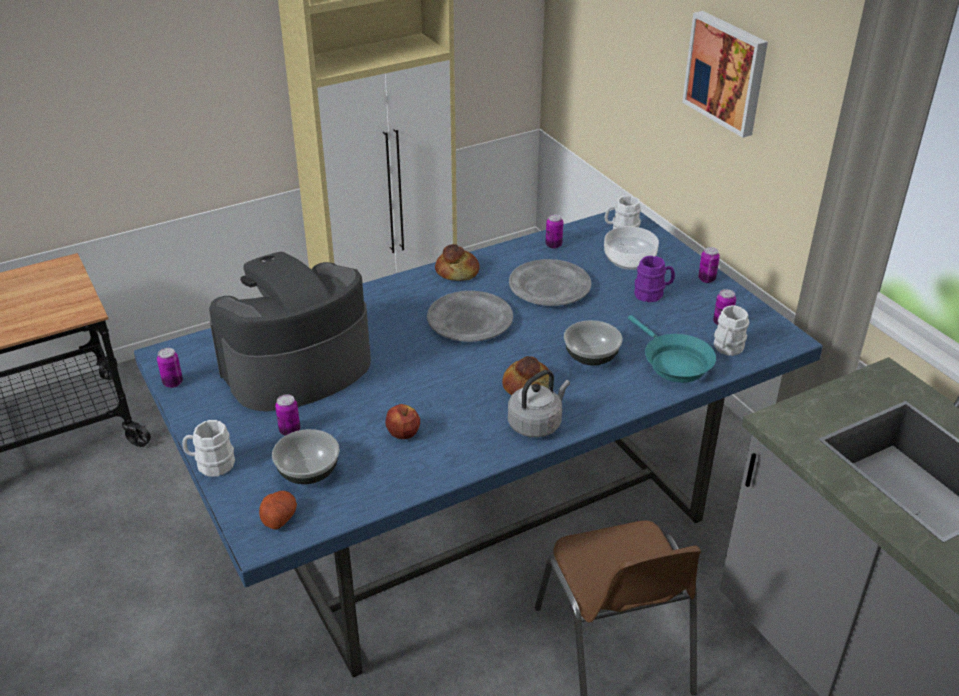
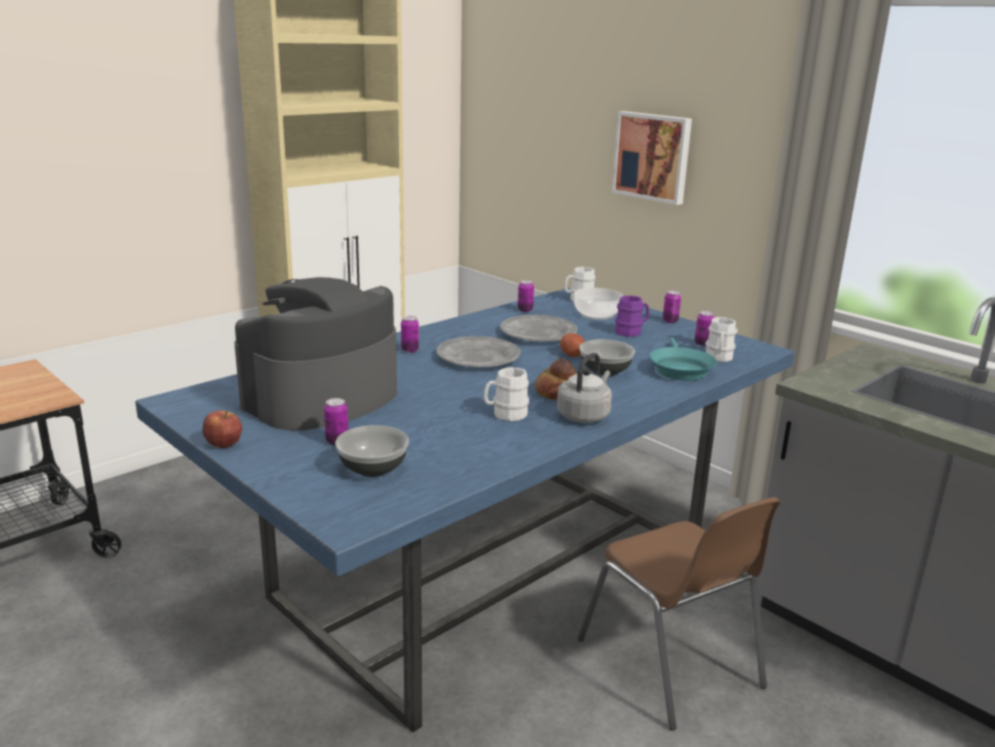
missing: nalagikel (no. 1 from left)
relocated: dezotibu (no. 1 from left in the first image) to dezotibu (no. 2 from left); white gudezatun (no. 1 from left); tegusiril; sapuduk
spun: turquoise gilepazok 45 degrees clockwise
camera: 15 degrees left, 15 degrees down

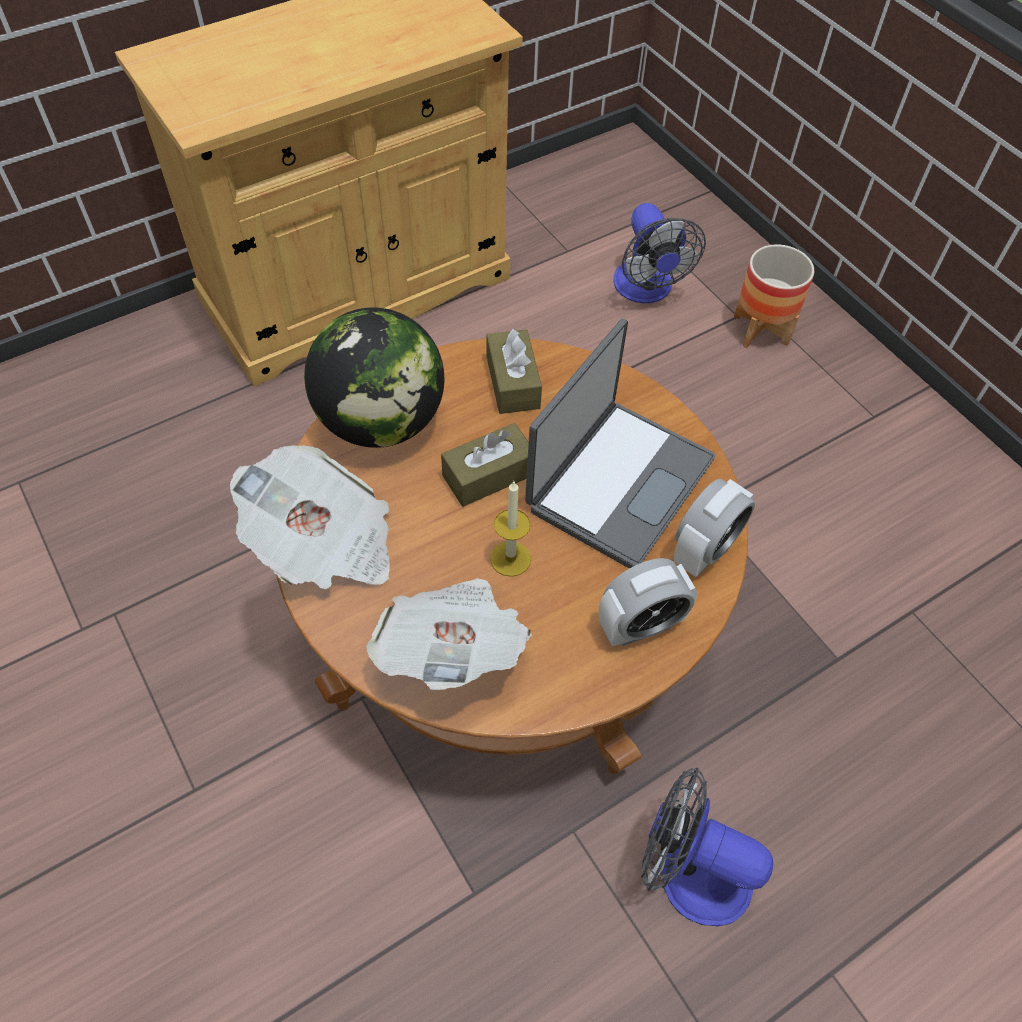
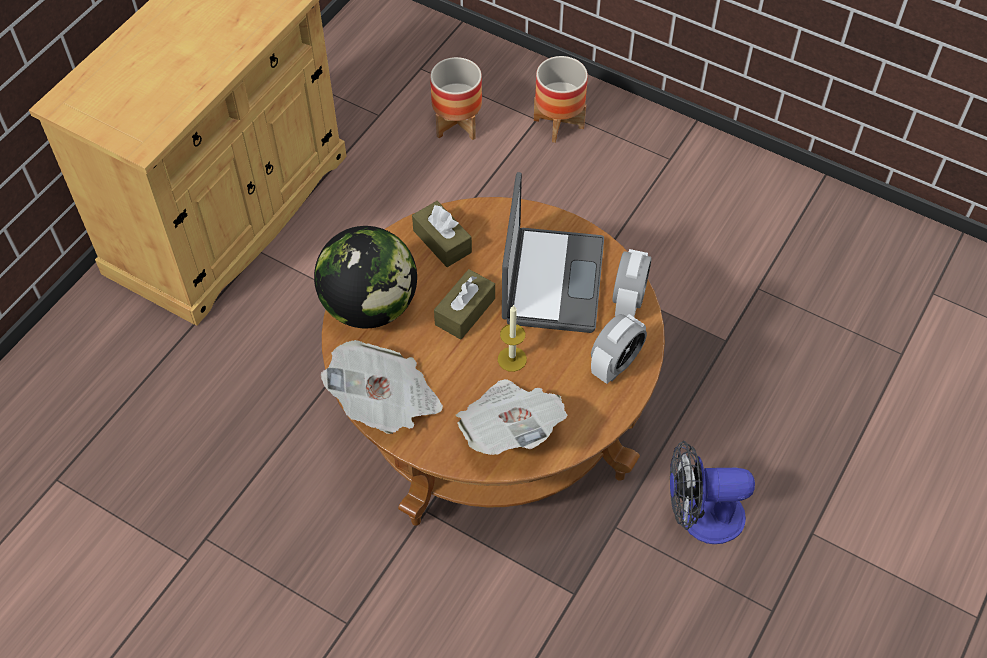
exchanged: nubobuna (no. 1 from left) to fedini (no. 1 from left)
camera: 25 degrees left, 0 degrees up

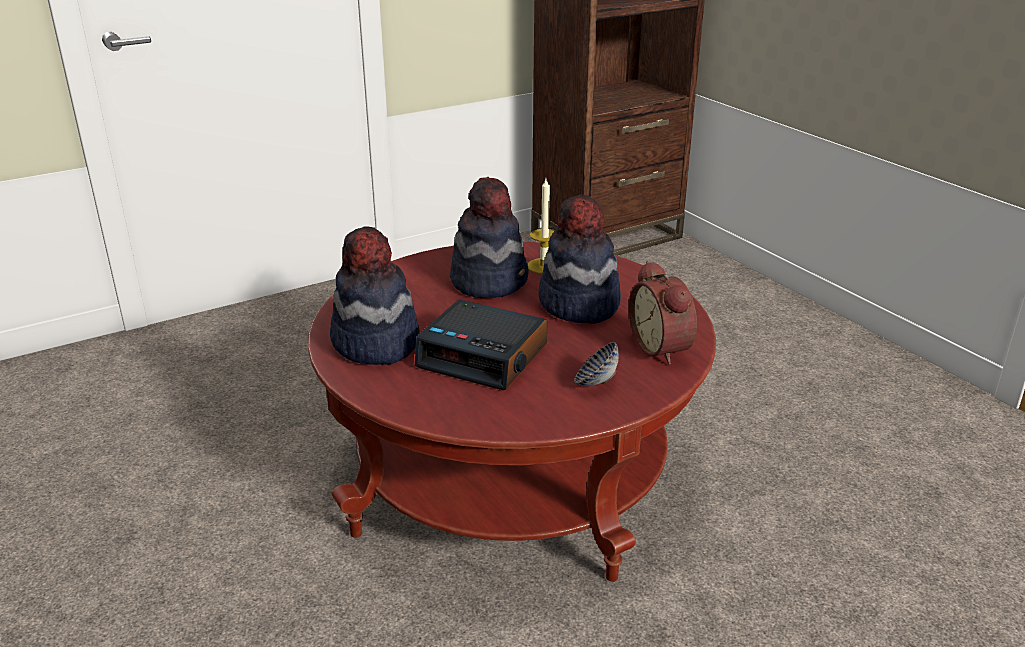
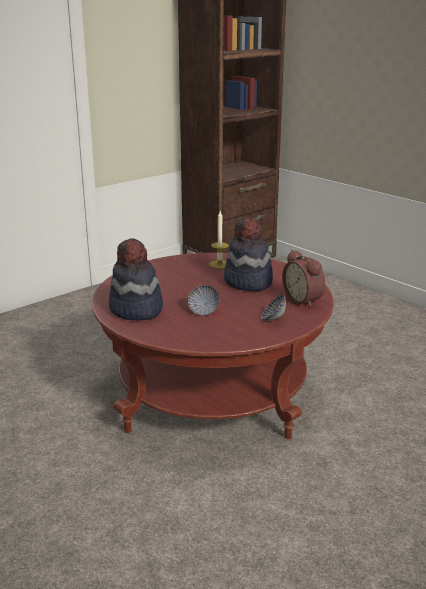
missing: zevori (no. 2 from left)
exchanged: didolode (no. 1 from left) to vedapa (no. 1 from left)
camera: 10 degrees left, 5 degrees down

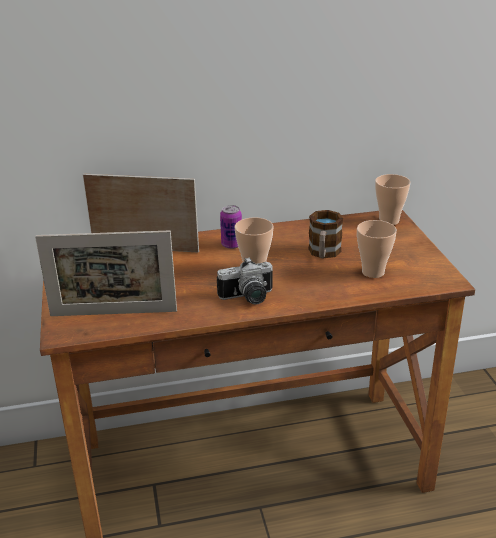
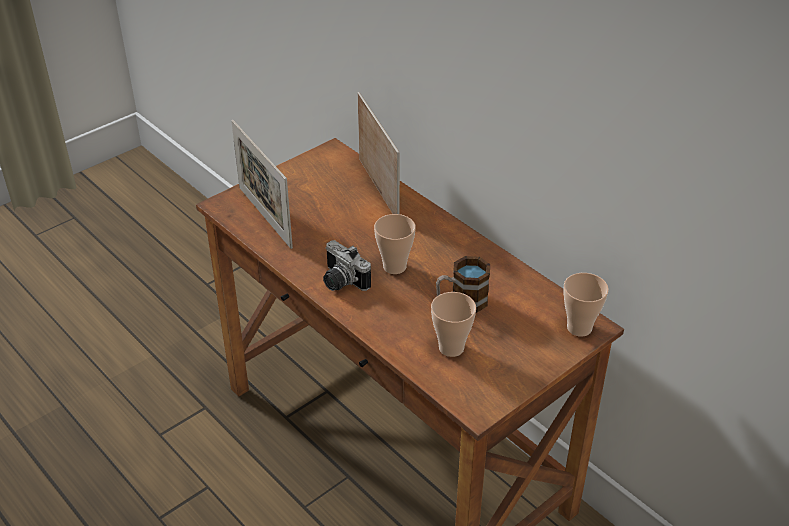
missing: dezotibu
camera: 60 degrees right, 10 degrees up

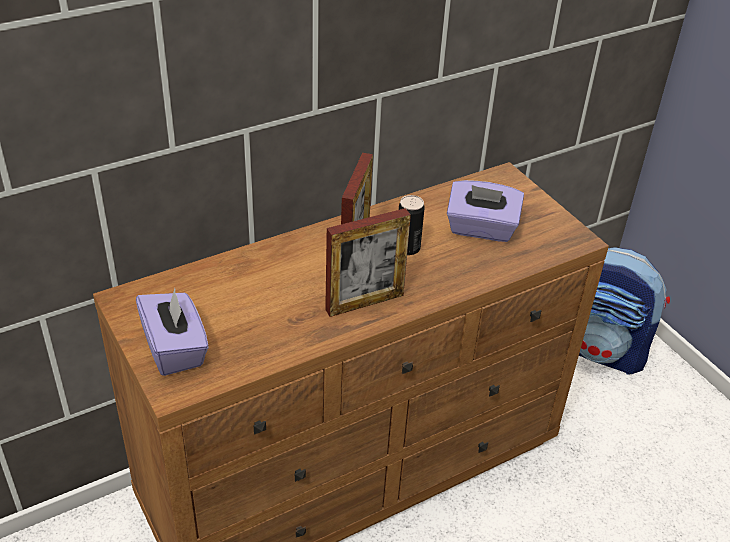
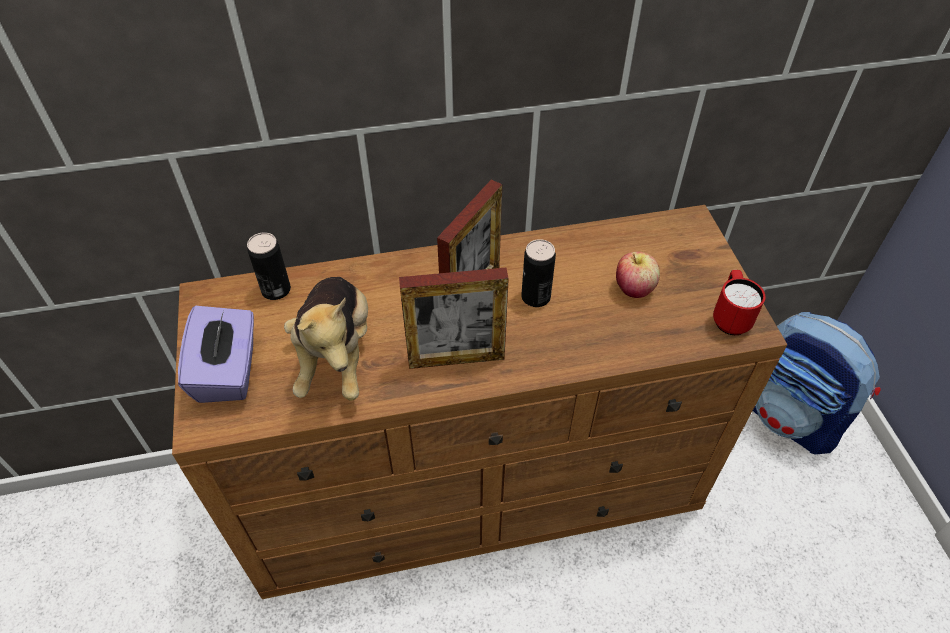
appeared: dezotibu (no. 1 from left); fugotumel; red gudezatun
exchanged: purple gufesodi (no. 2 from left) to sapuduk
camera: 20 degrees right, 10 degrees up

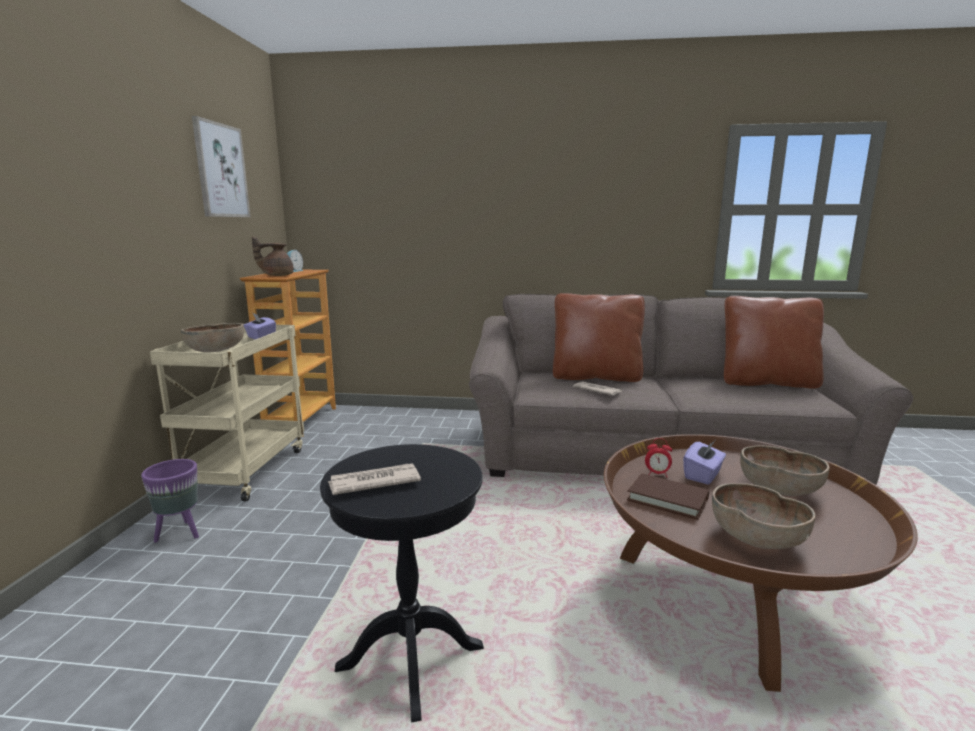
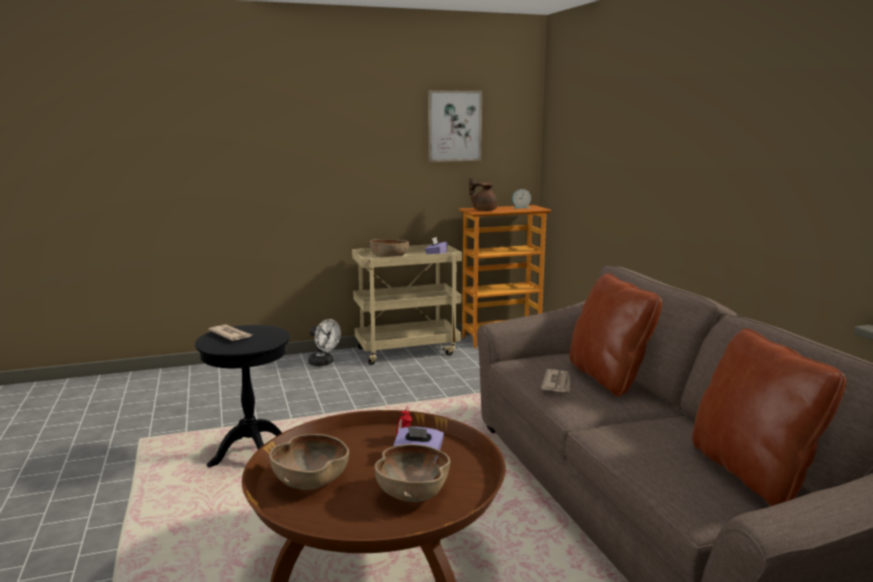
missing: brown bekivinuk
exchanged: purple fedini to white nubobuna
camera: 65 degrees right, 0 degrees up

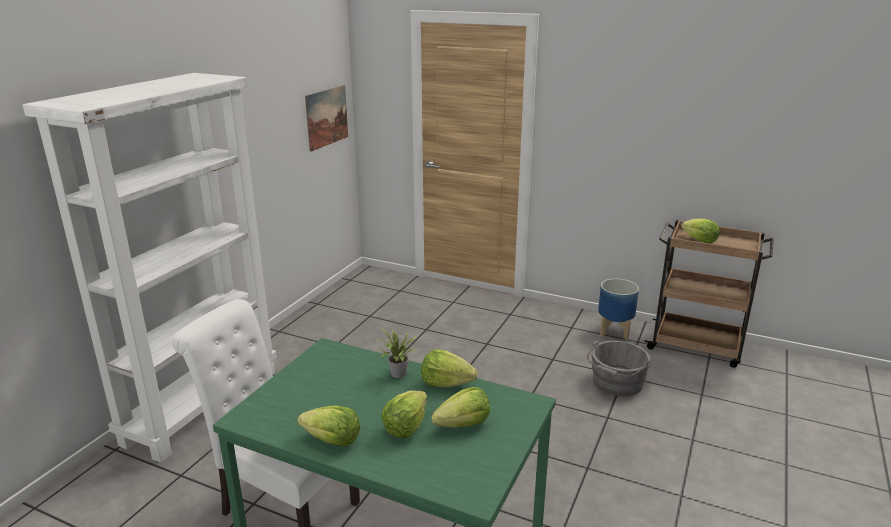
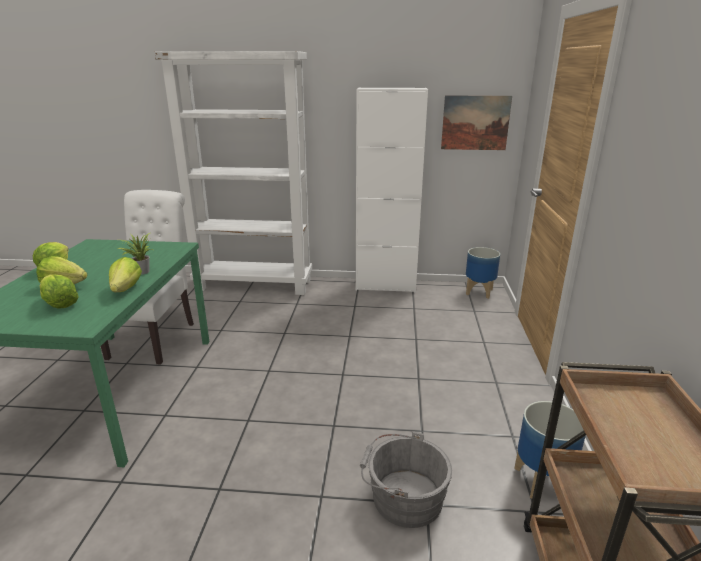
missing: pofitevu (no. 5 from left)
appeared: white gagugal; fedini (no. 1 from left)
camera: 70 degrees right, 0 degrees up

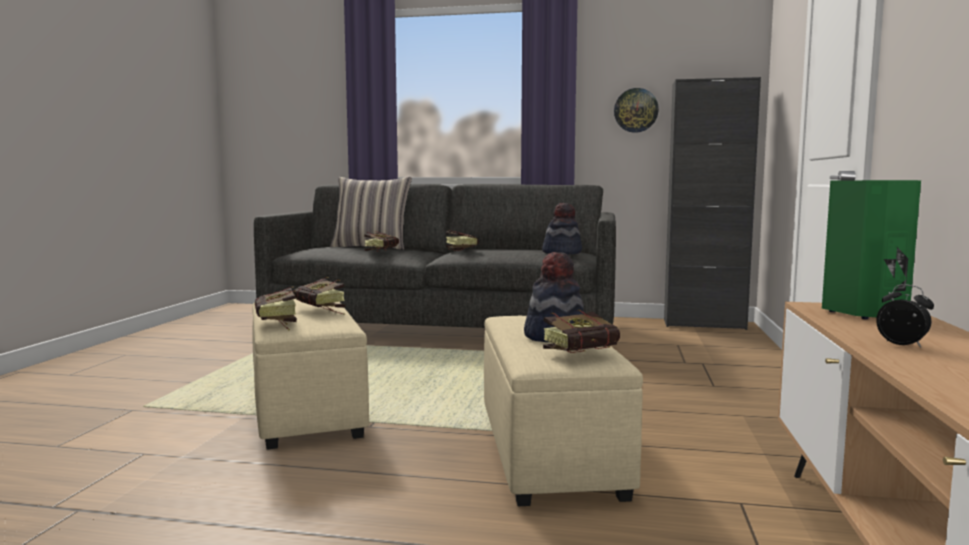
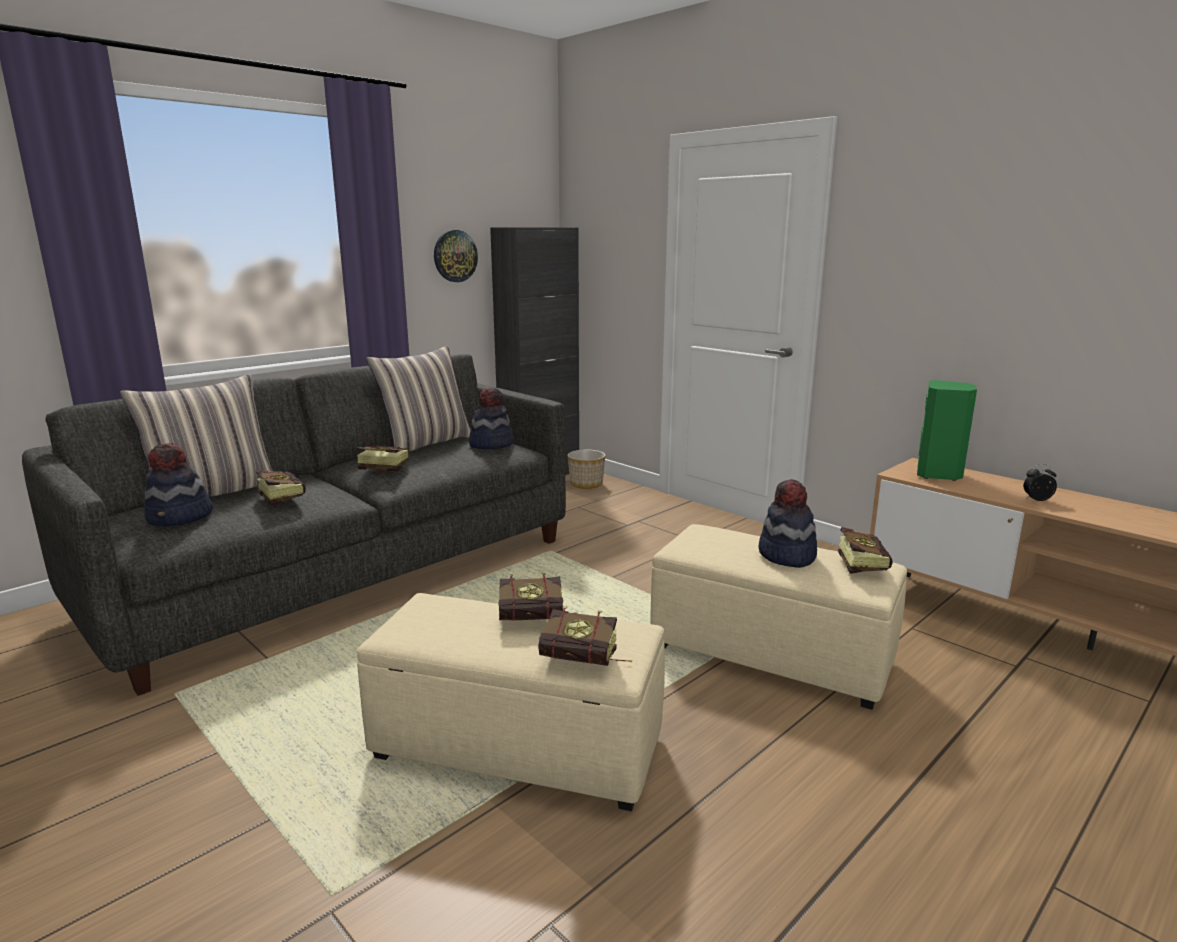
appeared: zevori (no. 1 from left); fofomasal (no. 2 from left); fedini
camera: 55 degrees left, 10 degrees up

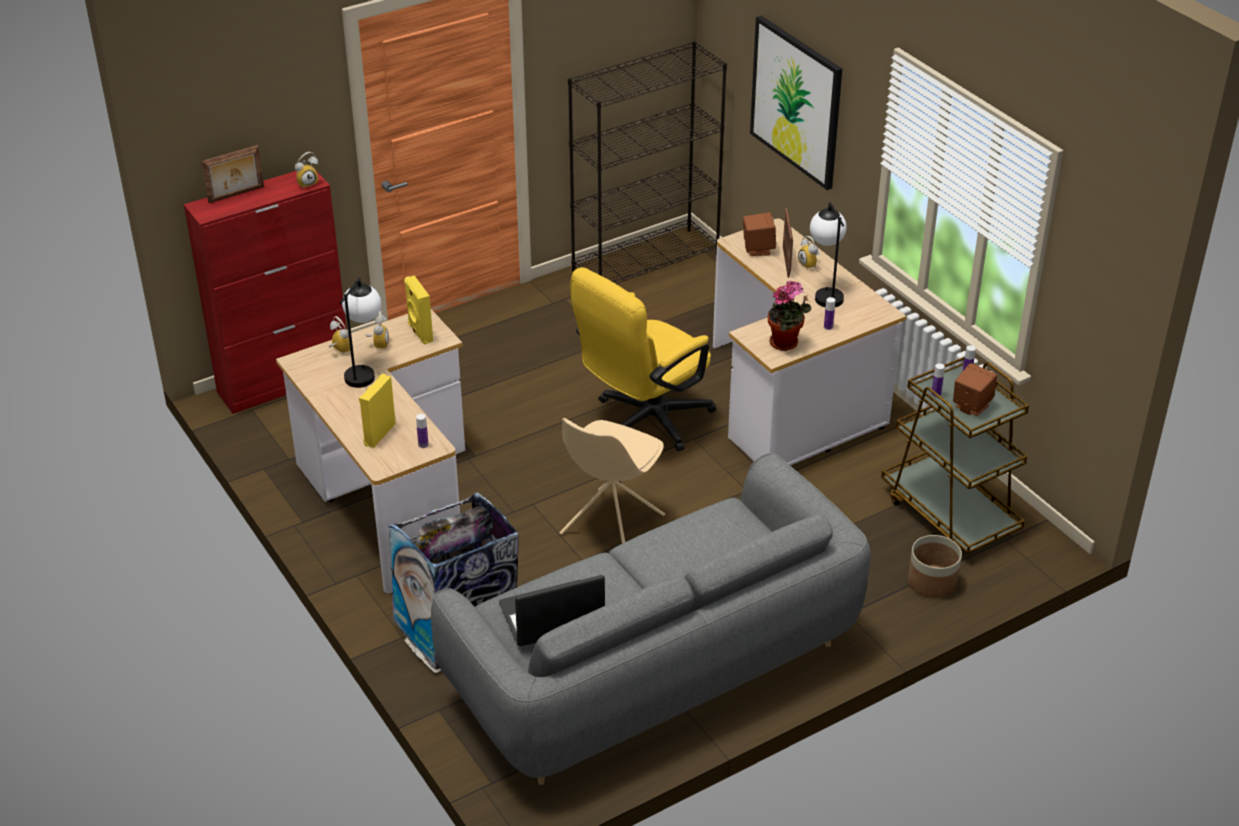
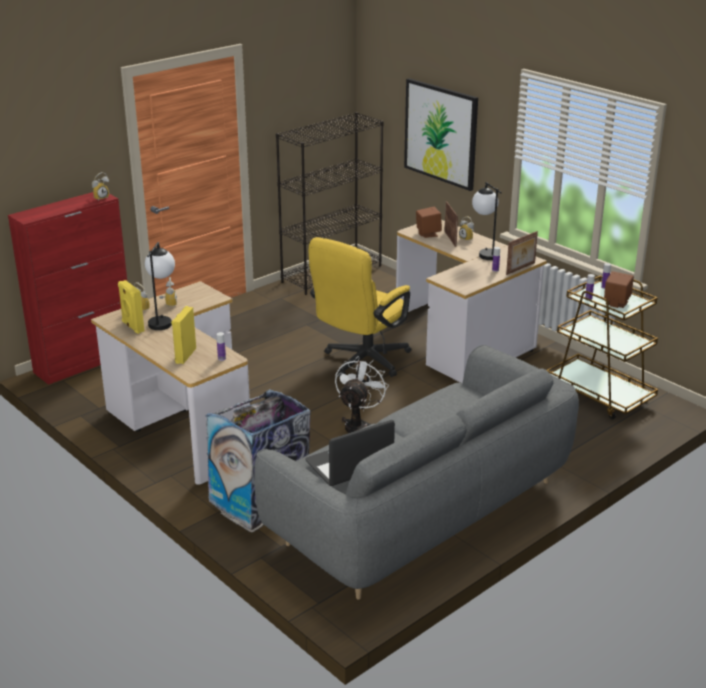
missing: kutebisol; fedini
relocated: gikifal (no. 1 from left in the first image) to gikifal (no. 2 from left); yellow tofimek (no. 2 from left in the first image) to yellow tofimek (no. 1 from left)
exchanged: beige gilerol to white nubobuna
camera: 10 degrees left, 10 degrees down

